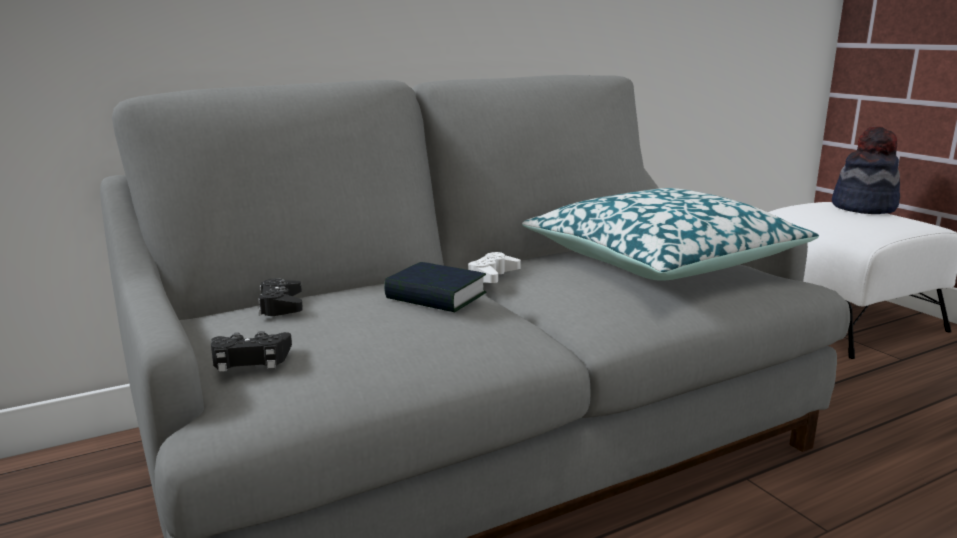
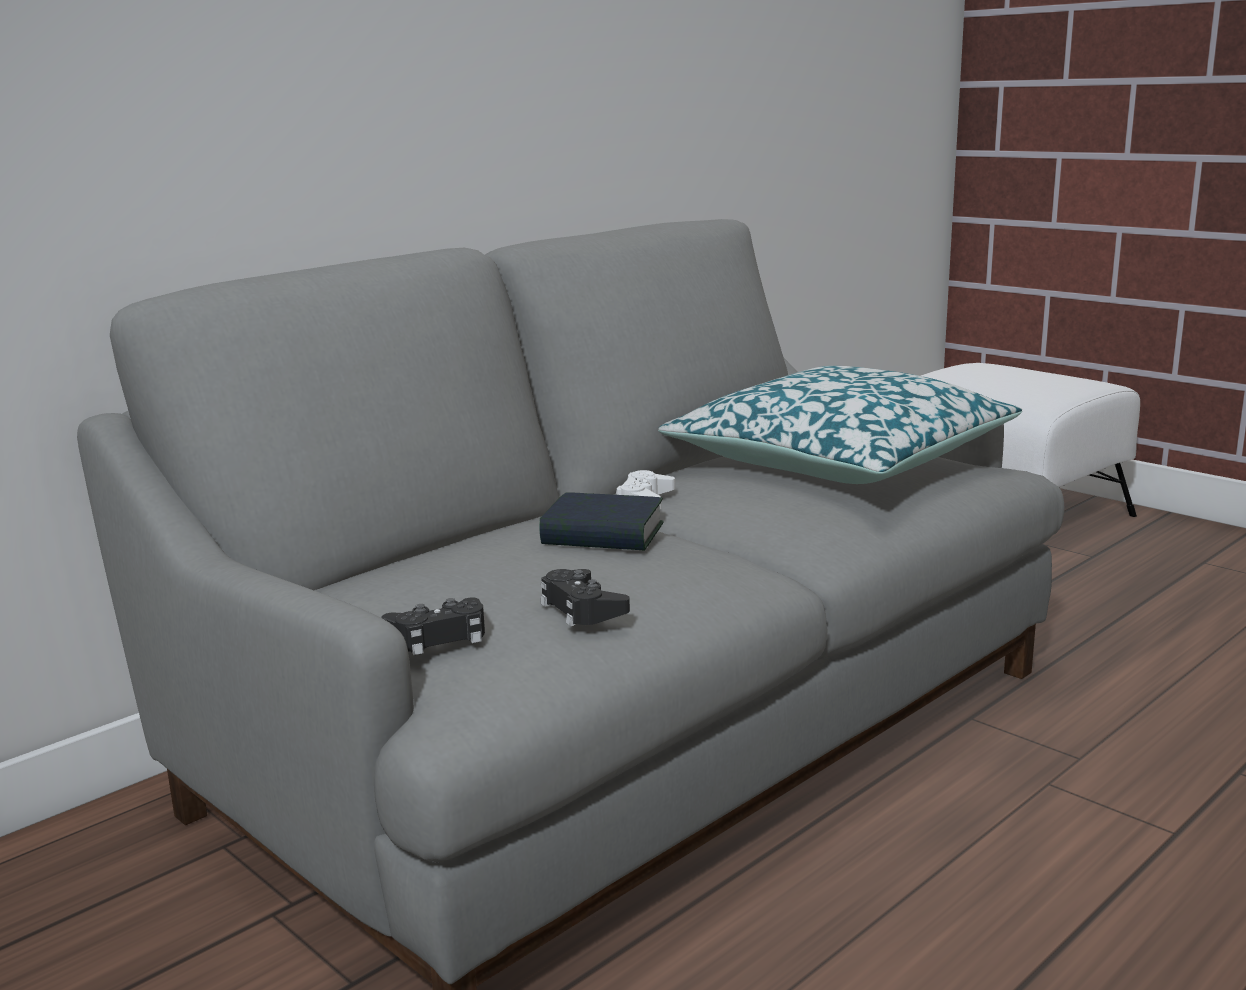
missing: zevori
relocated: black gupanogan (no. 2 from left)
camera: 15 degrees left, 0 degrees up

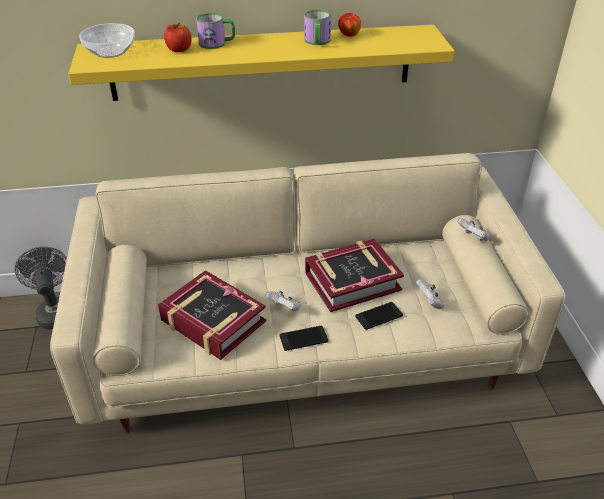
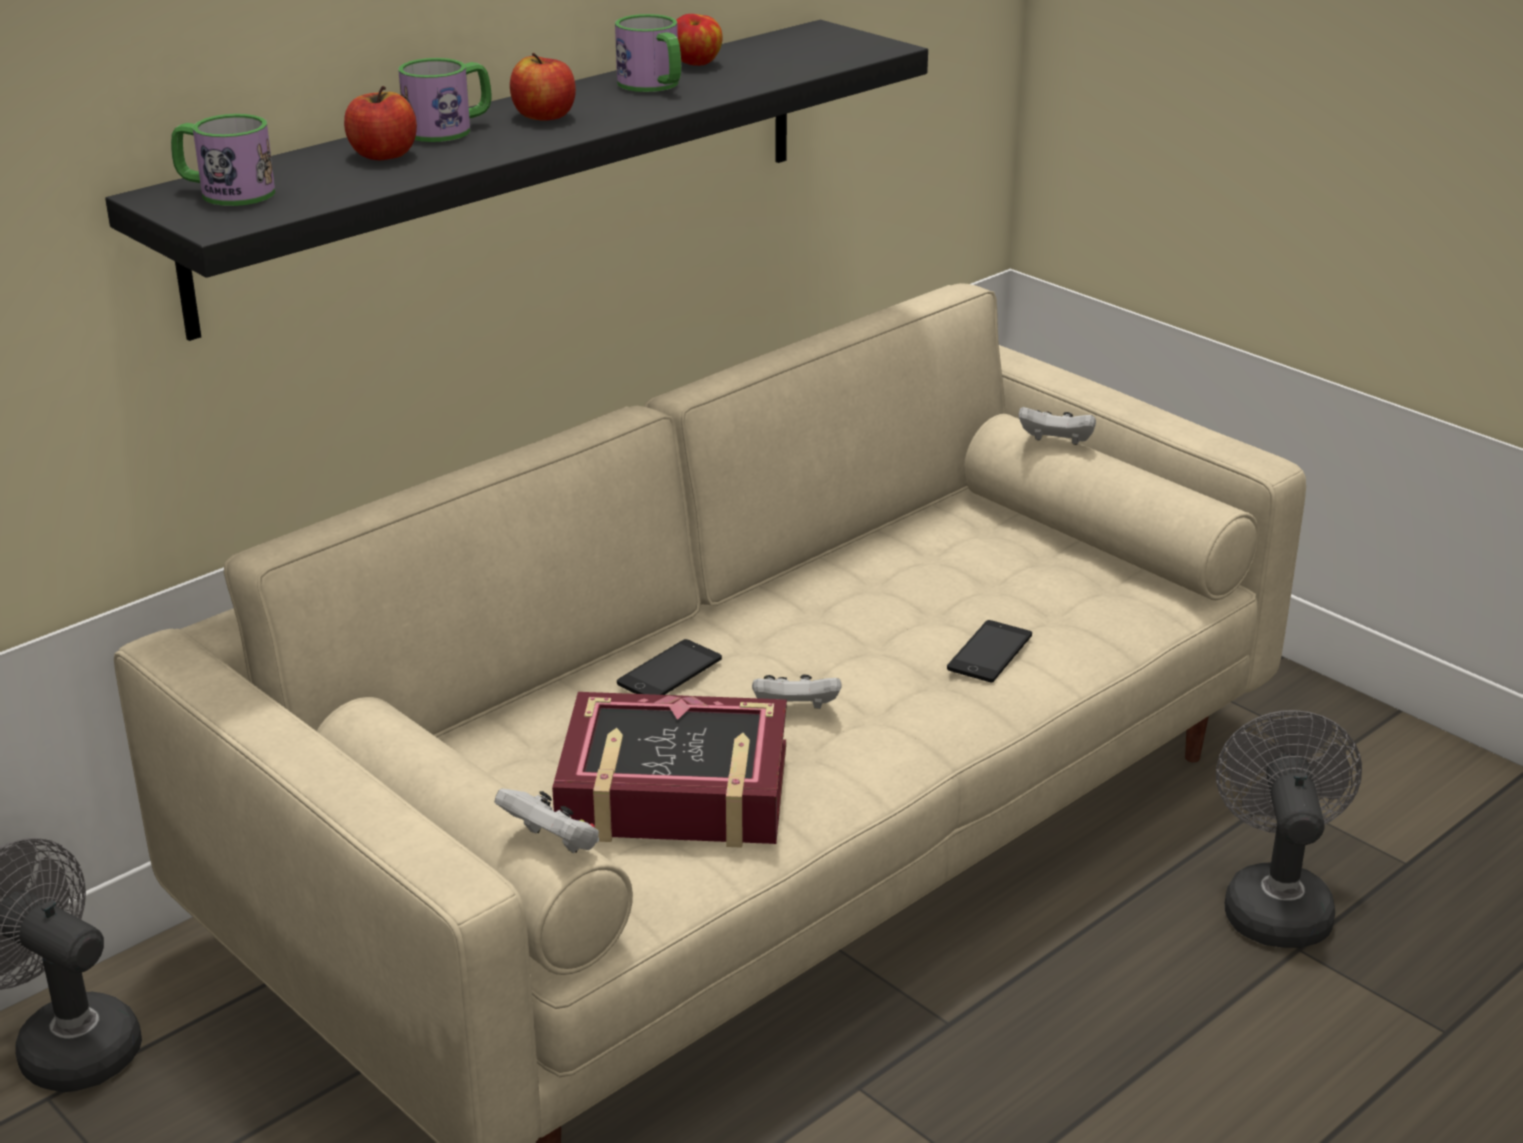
missing: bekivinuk (no. 2 from left)
appeared: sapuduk (no. 2 from left); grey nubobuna (no. 2 from left)
relocated: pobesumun (no. 1 from left); white gupanogan (no. 2 from left in the first image) to white gupanogan (no. 1 from left)
exchanged: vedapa to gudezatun (no. 1 from left)
colour: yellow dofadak to black dofadak
camera: 35 degrees left, 10 degrees down

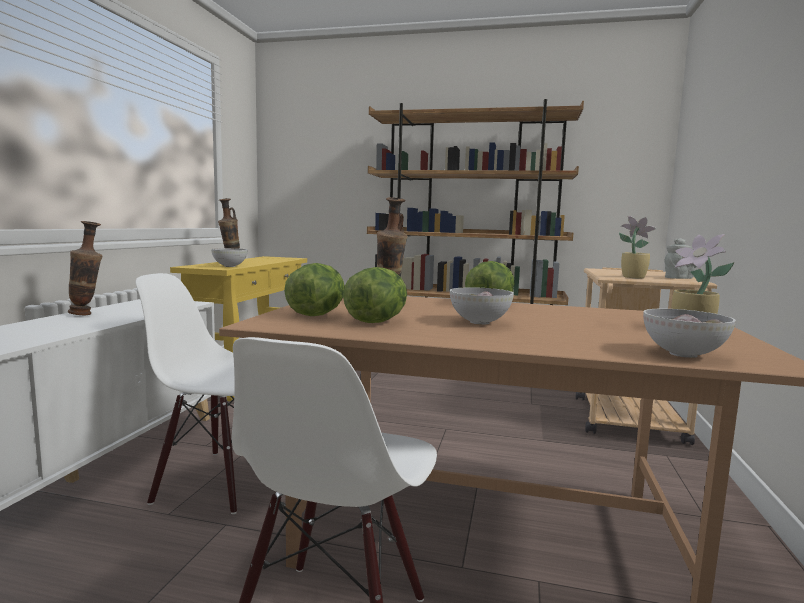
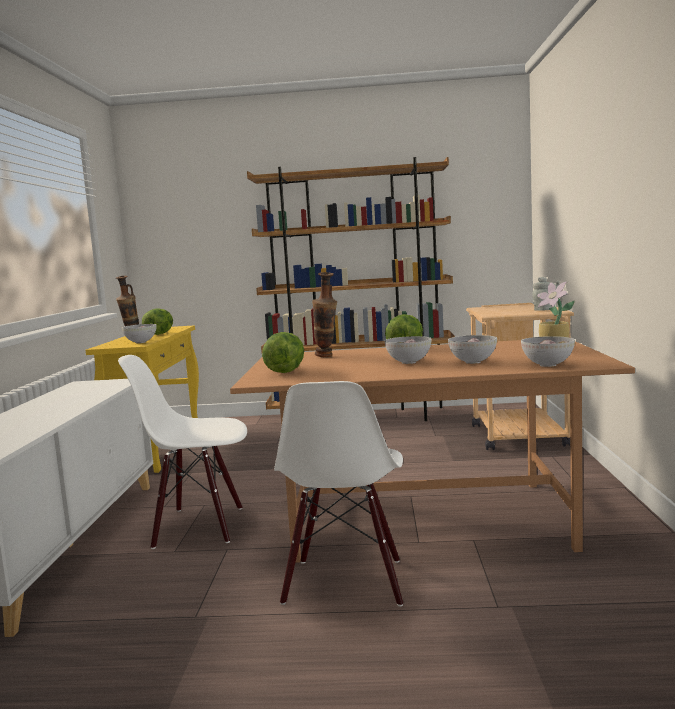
missing: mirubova (no. 1 from left); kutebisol (no. 1 from left)
appeared: vedapa (no. 3 from left)
relocated: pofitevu (no. 2 from left in the first image) to pofitevu (no. 1 from left)
camera: 10 degrees left, 0 degrees up

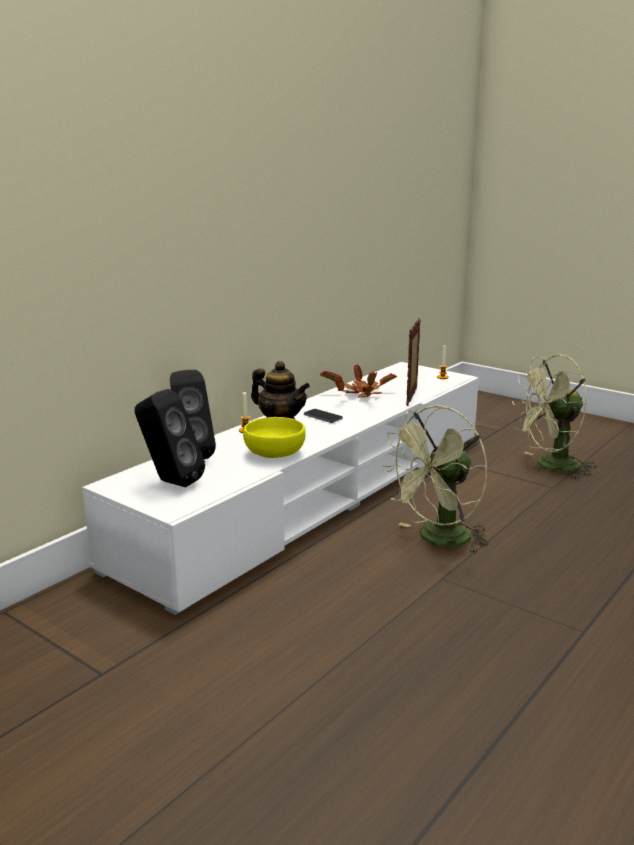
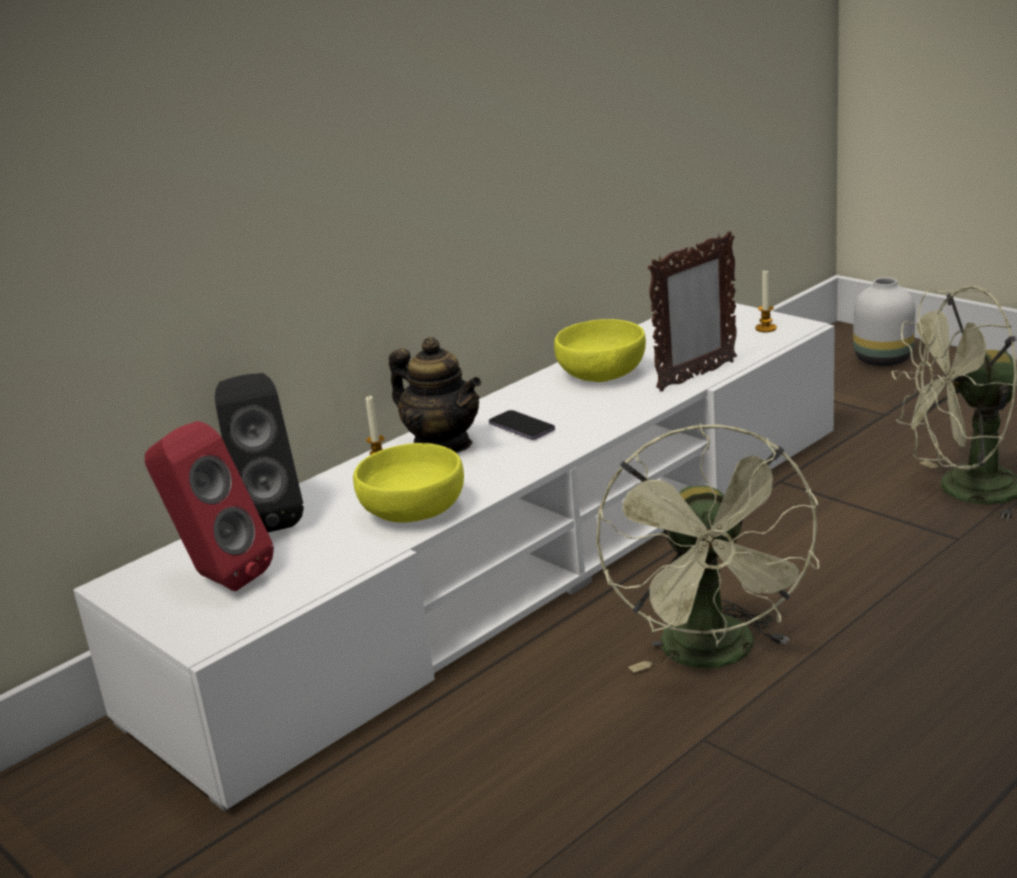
appeared: white mirubova
exchanged: kutebisol to yellow vedapa (no. 2 from left)
colour: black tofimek (no. 1 from left) to red tofimek
spun: green nubobuna (no. 1 from left) 60 degrees counterclockwise; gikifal 150 degrees counterclockwise
camera: 10 degrees right, 5 degrees up

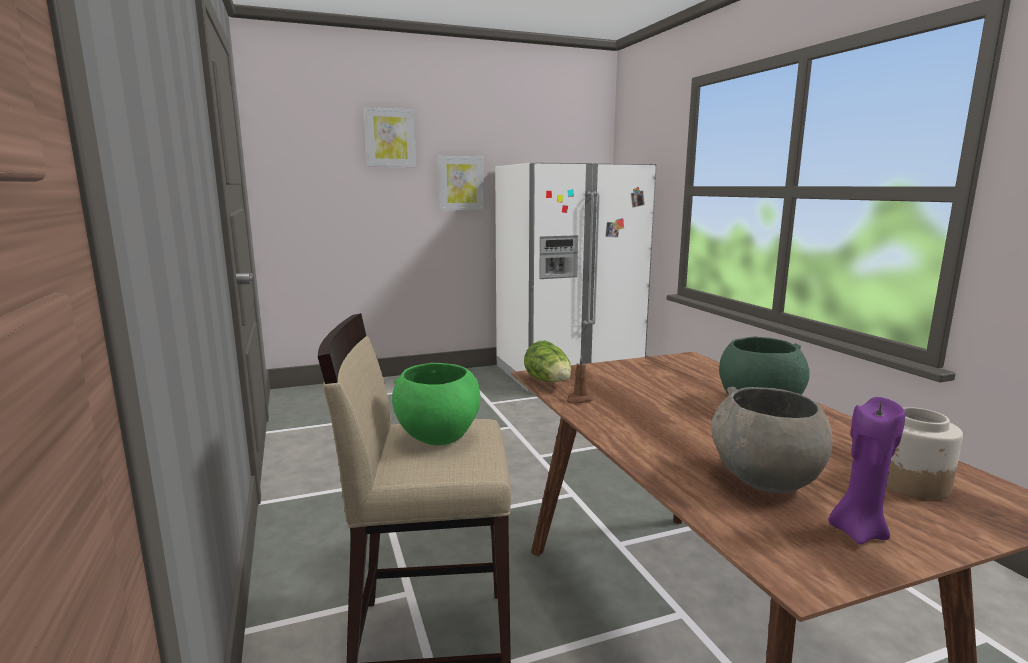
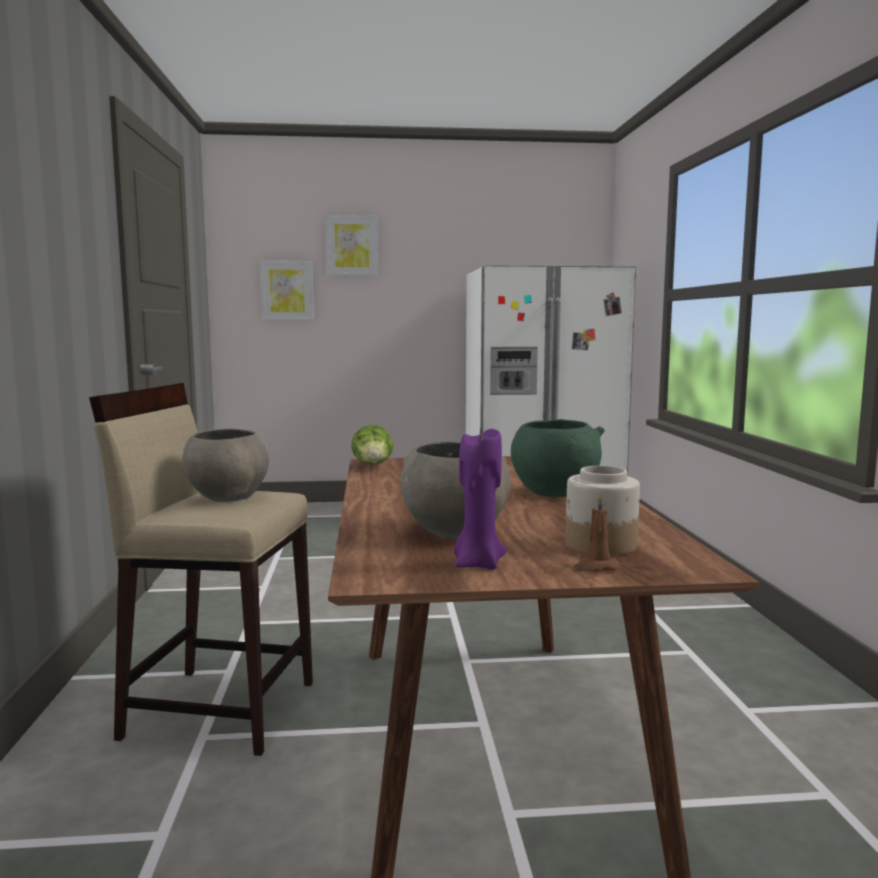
relocated: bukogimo (no. 2 from left in the first image) to bukogimo (no. 1 from left); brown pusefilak
colour: green vedapa (no. 1 from left) to grey vedapa (no. 1 from left)
camera: 15 degrees right, 5 degrees down

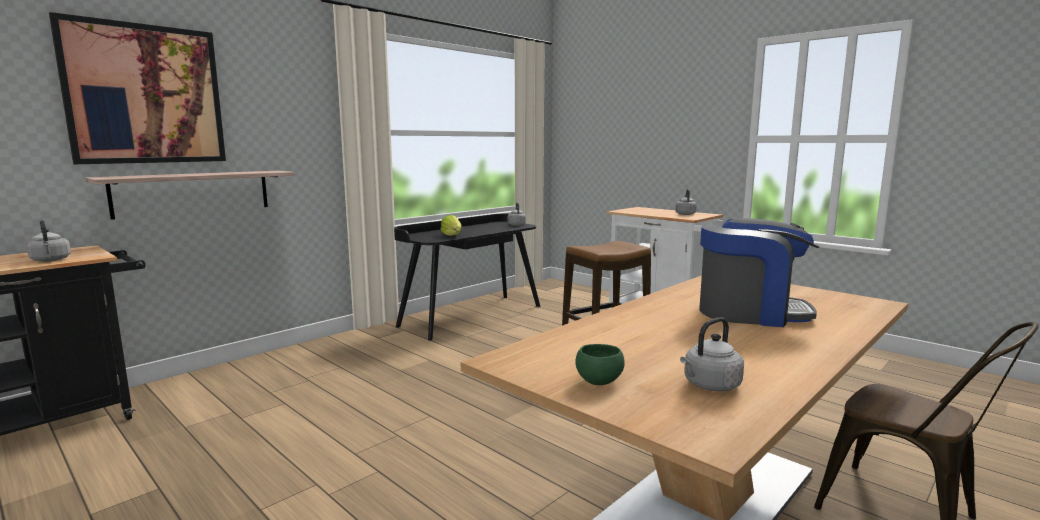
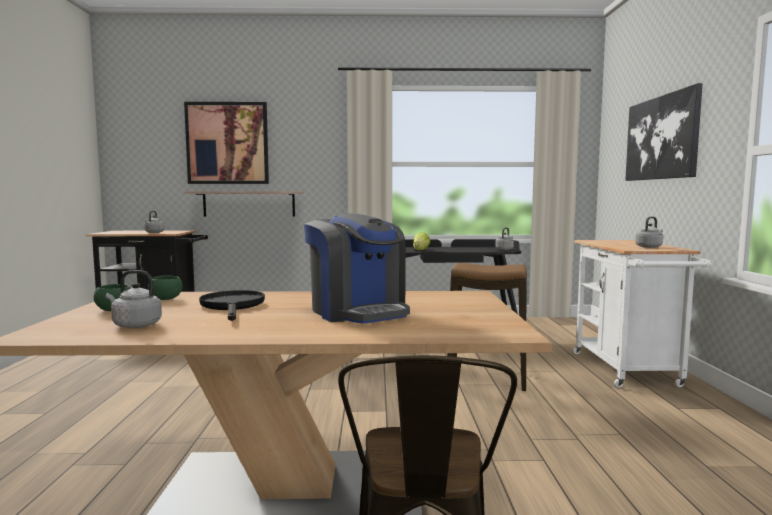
appeared: green vedapa (no. 2 from left); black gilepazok; bukogimo (no. 2 from left)
camera: 45 degrees right, 5 degrees down

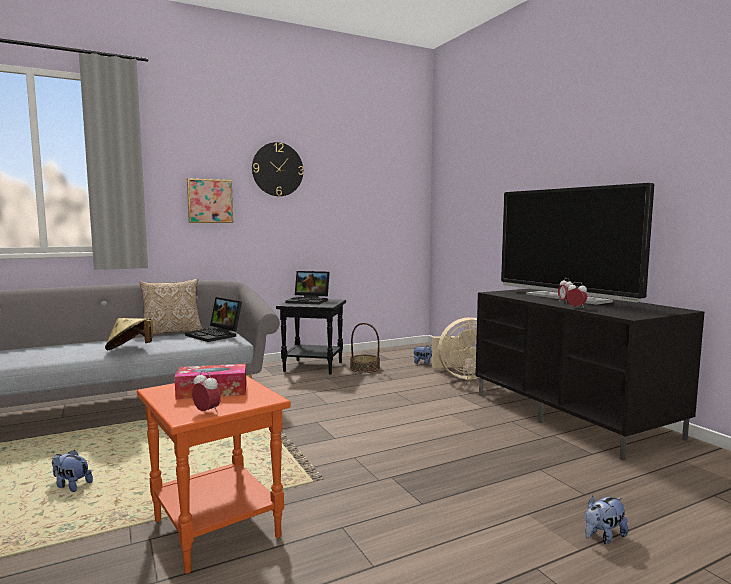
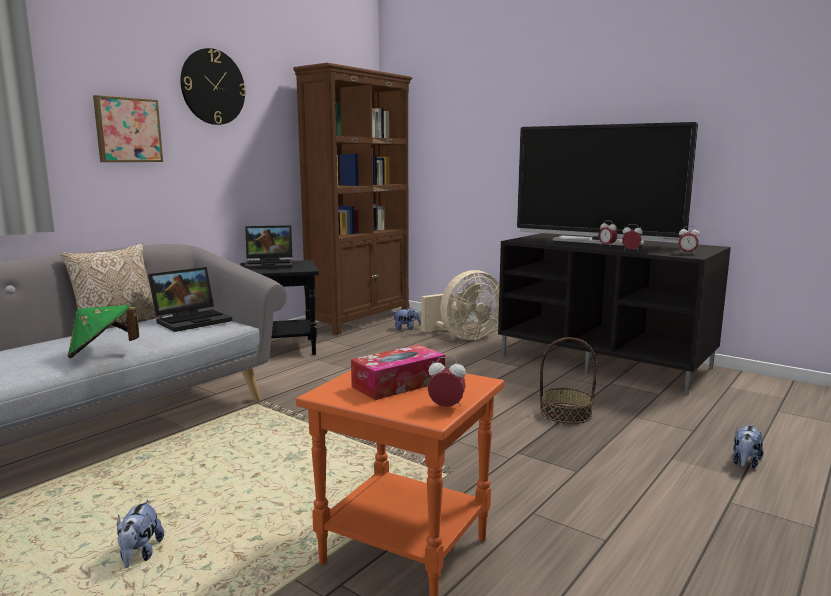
appeared: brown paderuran; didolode (no. 4 from left)
relocated: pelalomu
colour: beige zevori to green zevori
spun: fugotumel (no. 1 from left) 90 degrees counterclockwise; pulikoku (no. 1 from left) 60 degrees counterclockwise
camera: 25 degrees left, 5 degrees up

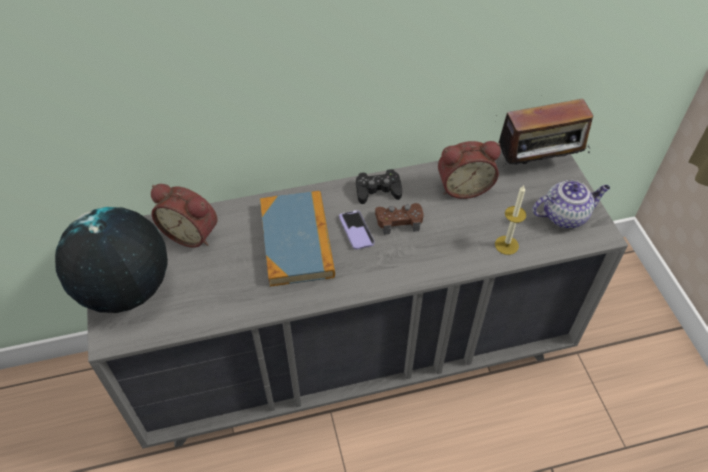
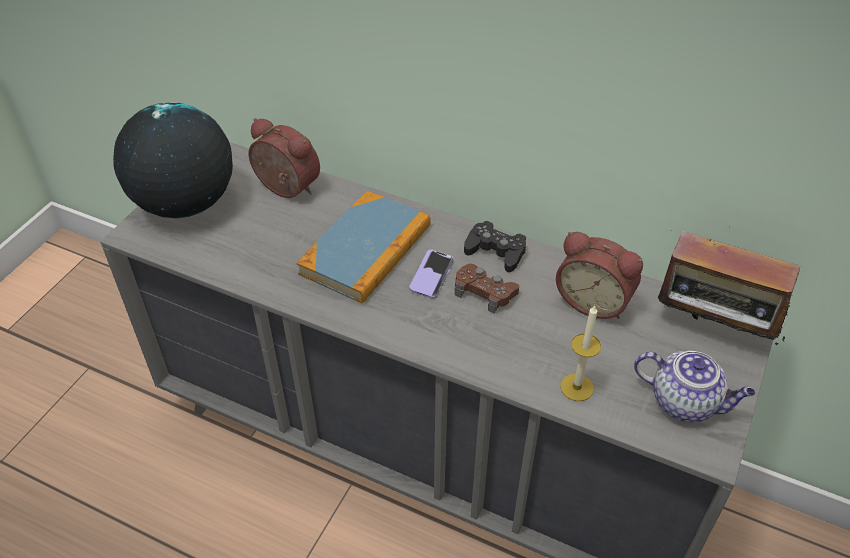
spun: didolode (no. 1 from left) 150 degrees clockwise
camera: 40 degrees right, 5 degrees down

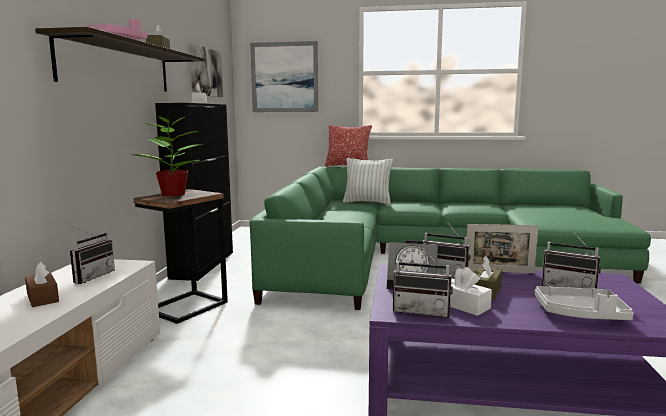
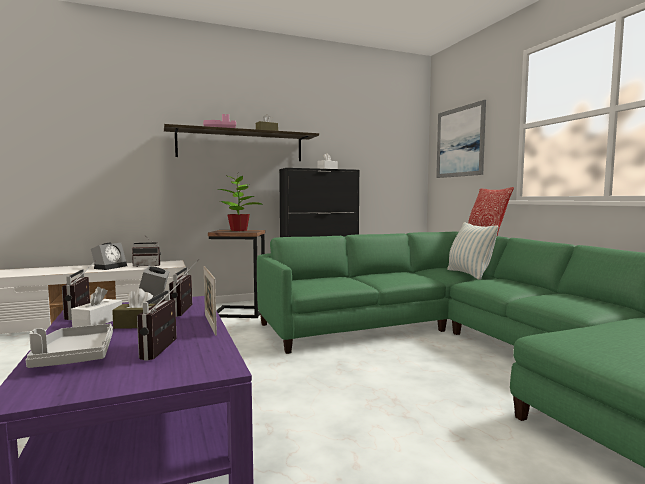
missing: bukogimo (no. 1 from left)
exchanged: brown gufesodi (no. 1 from left) to didolode (no. 1 from left)
camera: 60 degrees right, 5 degrees down

